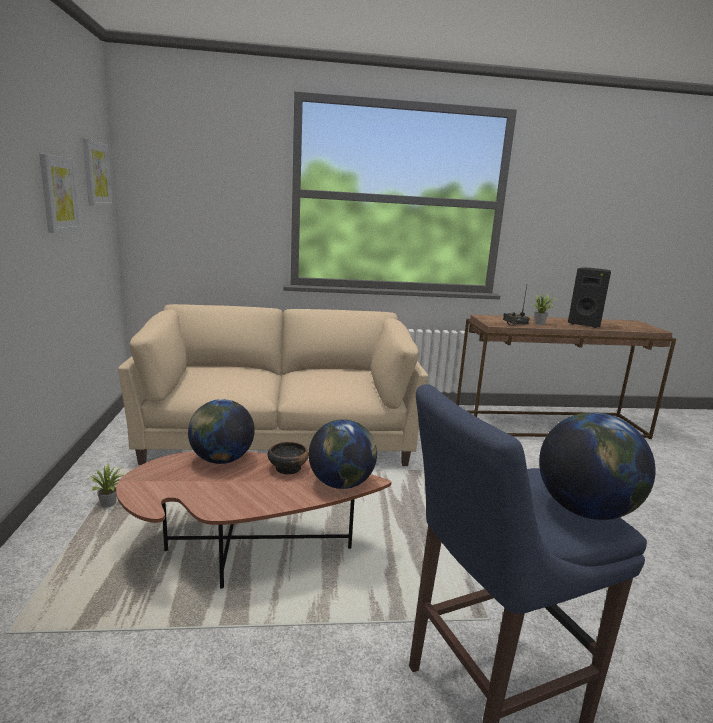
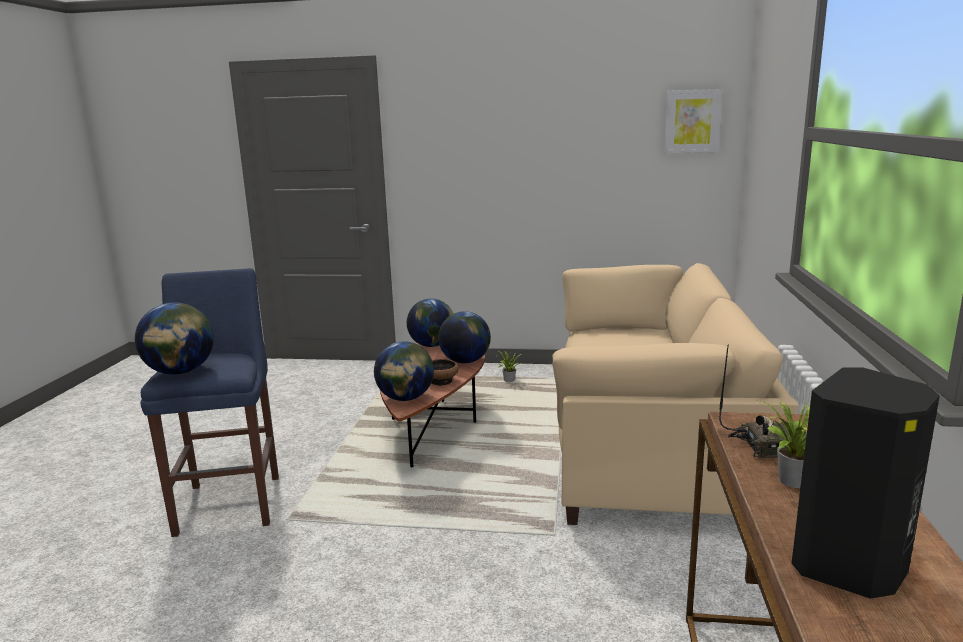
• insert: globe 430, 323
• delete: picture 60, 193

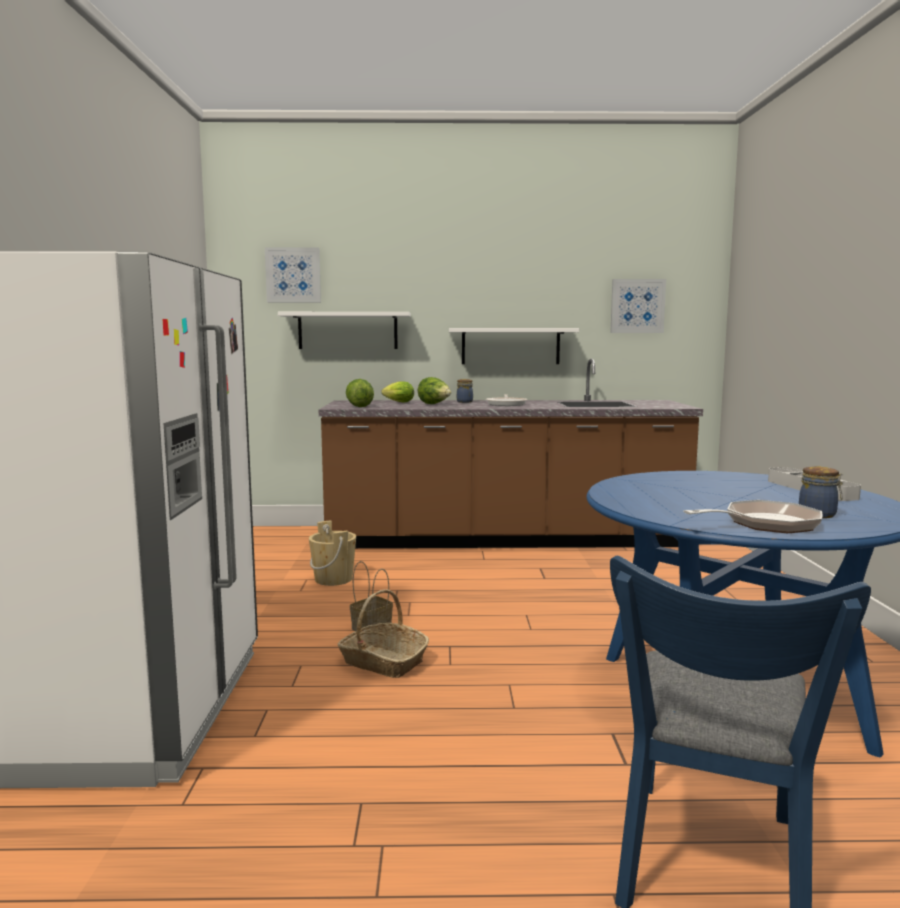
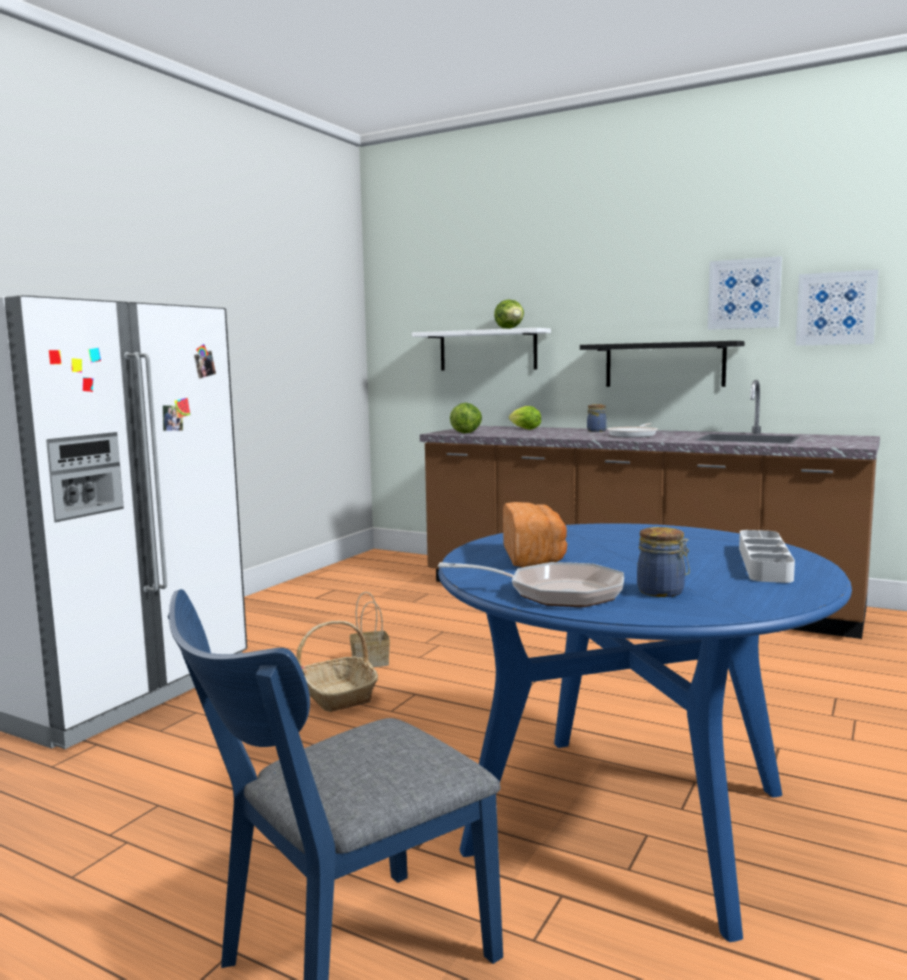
• move: lettuce 434, 390 to 509, 314
• insert: bread 535, 534
• recolor: white shelf 514, 346 to black shelf 662, 364
• move: picture 293, 275 to 745, 293
• delete: beige bucket 332, 553

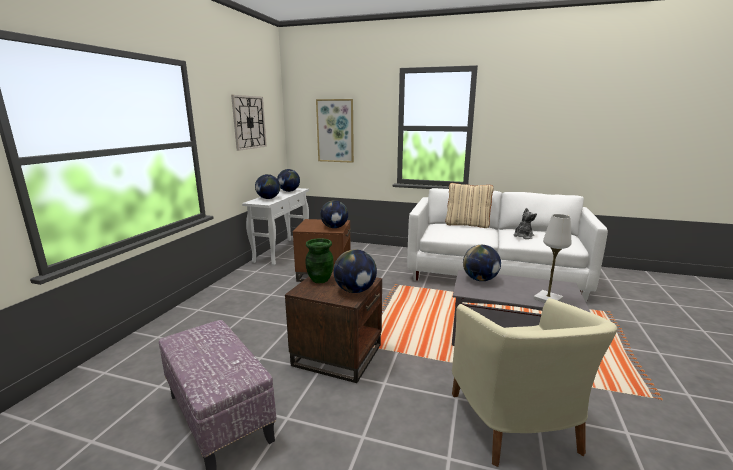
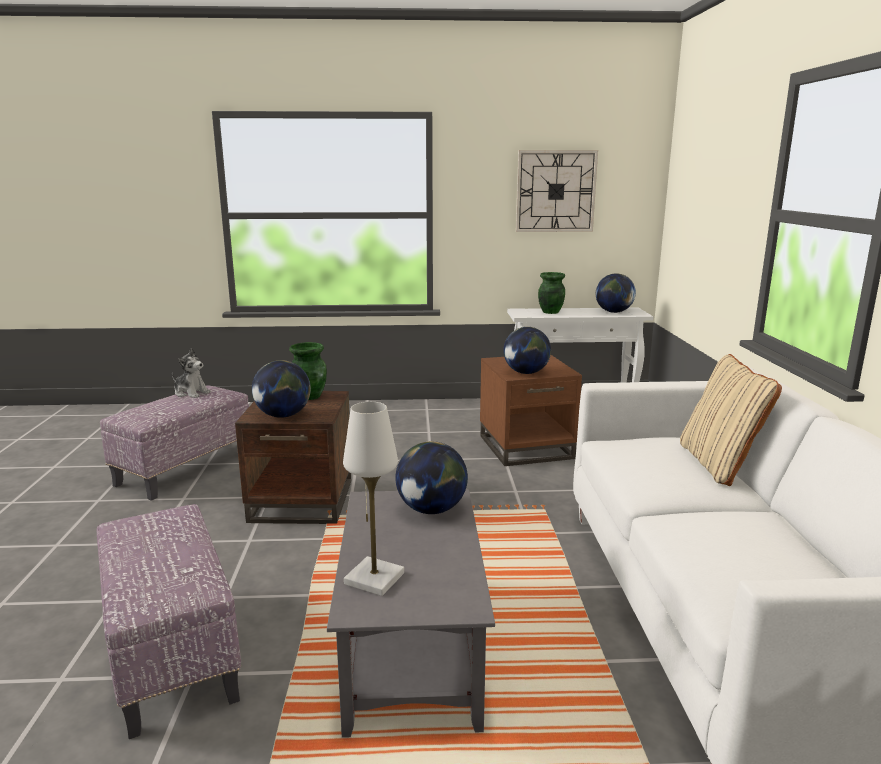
• replace: beige armchair 534, 382 to ottoman 169, 621
• move: plush toy 525, 223 to 191, 373
• replace: globe 267, 186 to green vase 551, 293
• delete: picture 335, 131

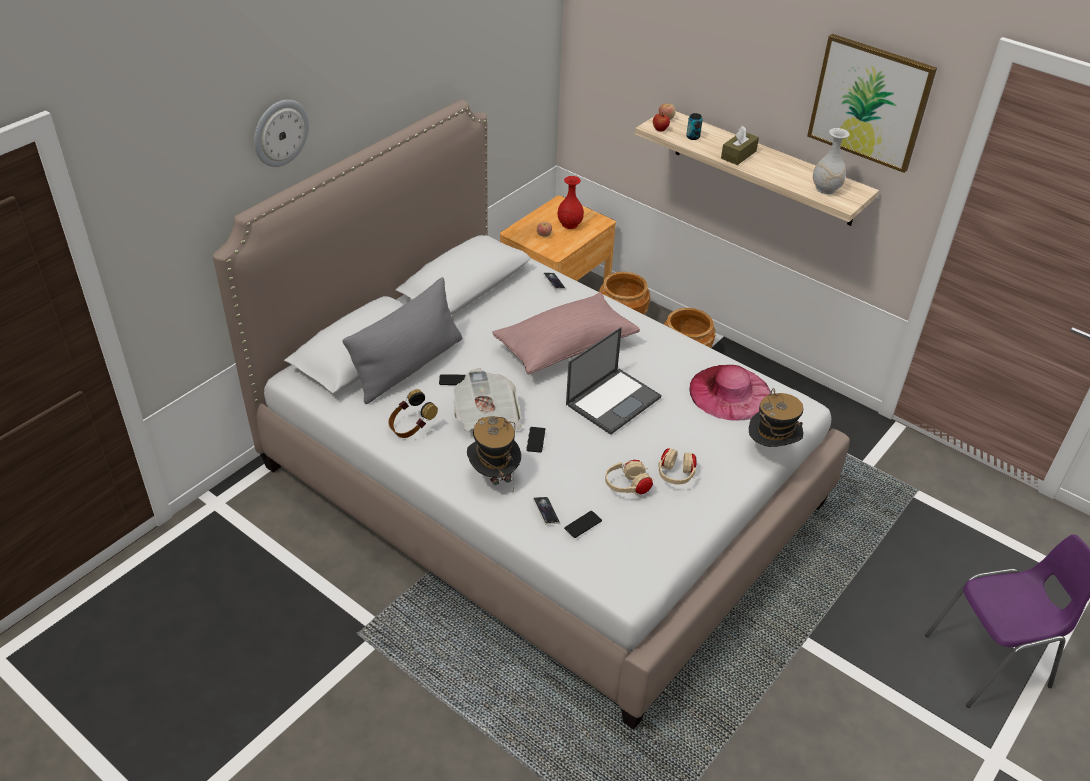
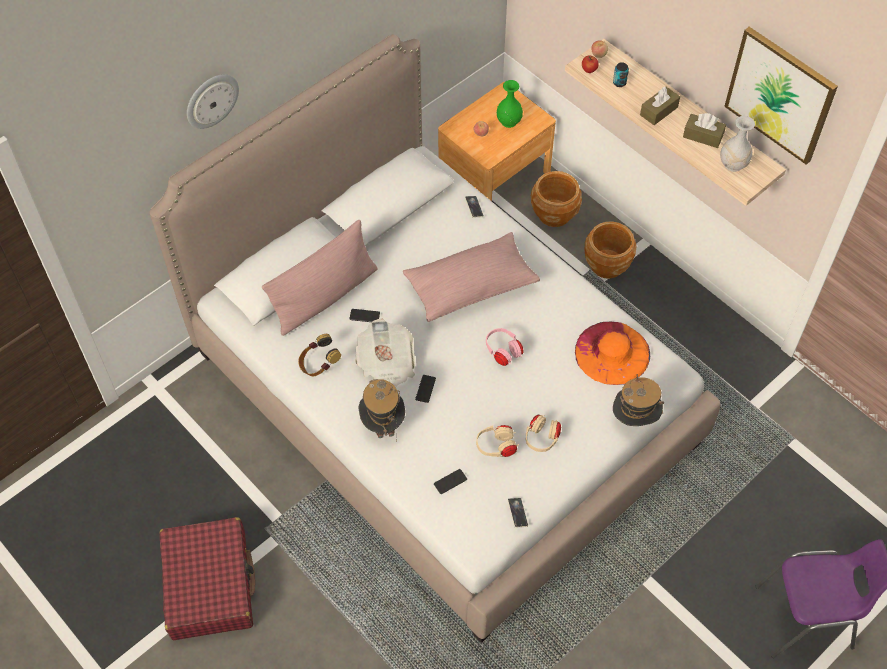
• insert: red suitcase 207, 578
• recolor: grey pillow 402, 340 to pink pillow 320, 278
• replace: laptop 613, 381 to pink headphones 504, 347
• recolor: red vase 571, 202 to green vase 510, 104
• move: phone 546, 510 to 517, 513
• recolor: pink hat 730, 393 to orange hat 612, 353
• insert: brown tissue box 704, 130

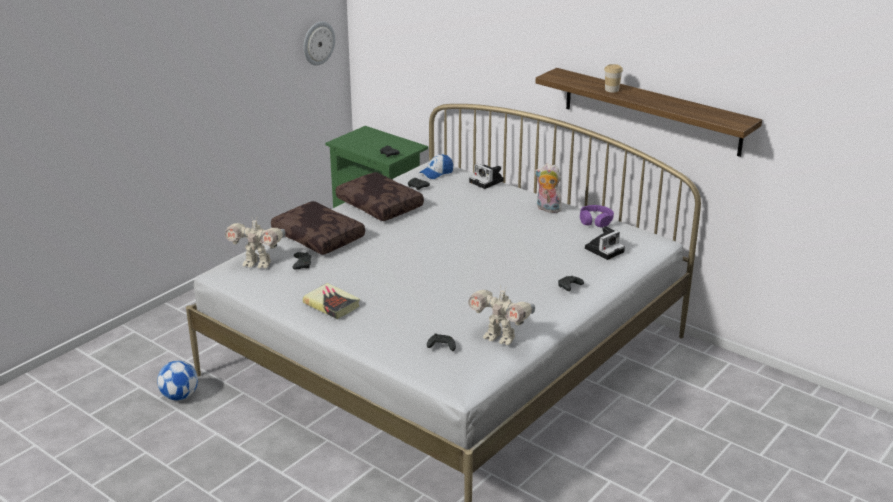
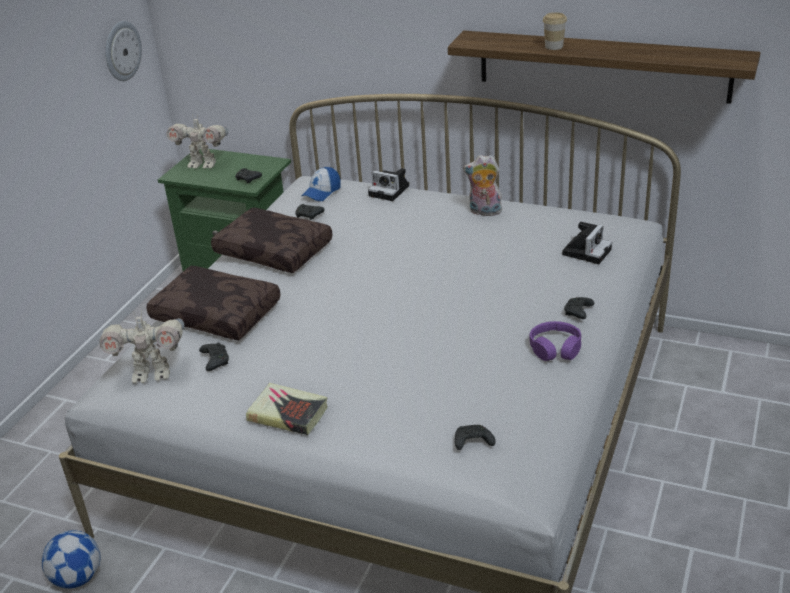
• move: toy robot 501, 315 to 197, 141
• move: purple headphones 597, 216 to 555, 341

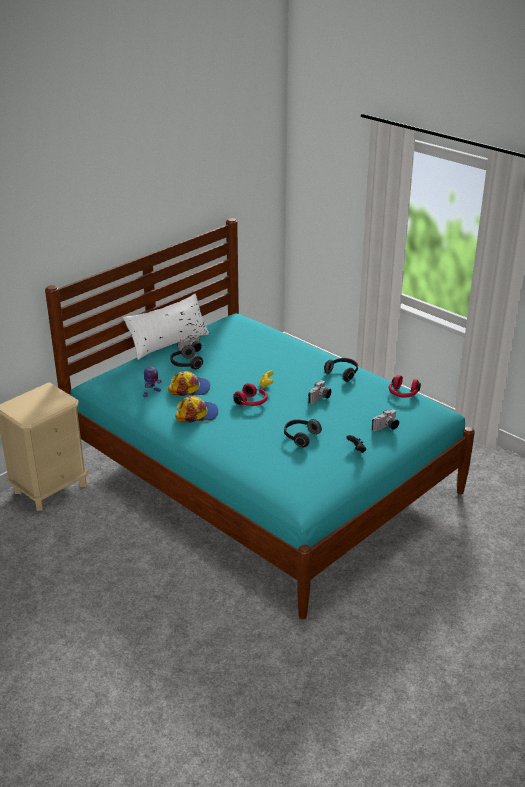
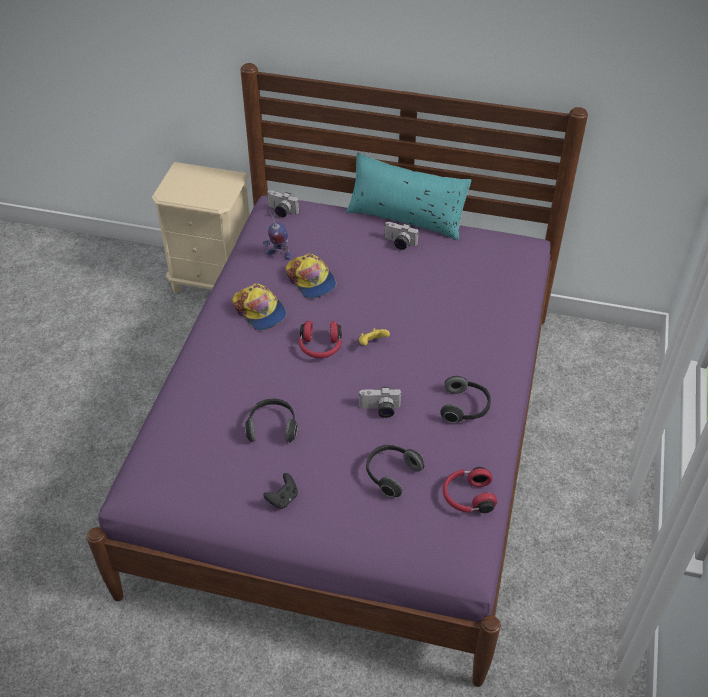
• recolor: turquoise bed 260, 418 to purple bed 337, 375
• move: photo camera 385, 420 to 283, 203
• recolor: white pillow 166, 327 to turquoise pillow 409, 196
• move: headphones 186, 357 to 395, 470

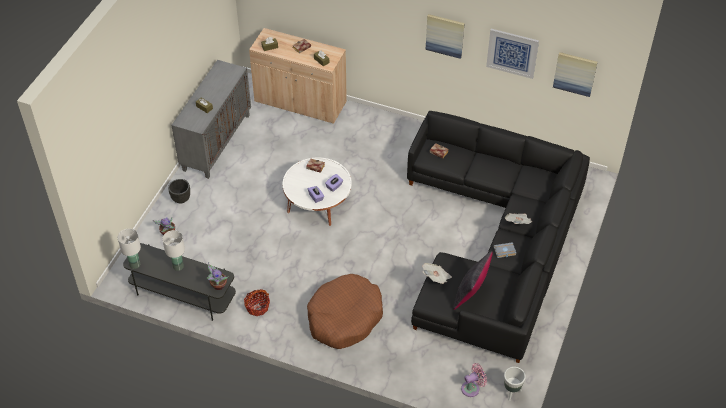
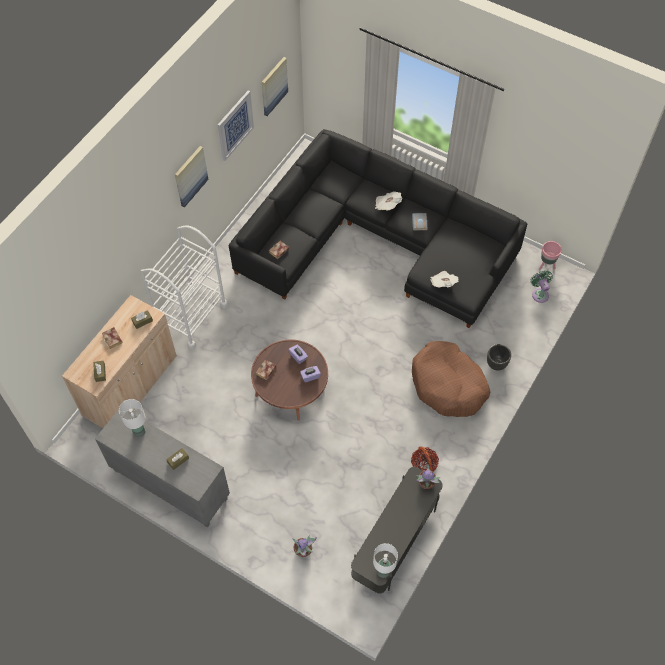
• move: white table lamp 173, 250 to 132, 418
• insert: white cart 184, 287
• recolor: white coffee table 317, 192 to brown coffee table 289, 380
• move: black planter 179, 191 to 499, 357
• recolor: pink fan 474, 380 to green fan 541, 287
• recolor: white planter 515, 384 to pink planter 550, 255
• delete: black pillow 473, 280

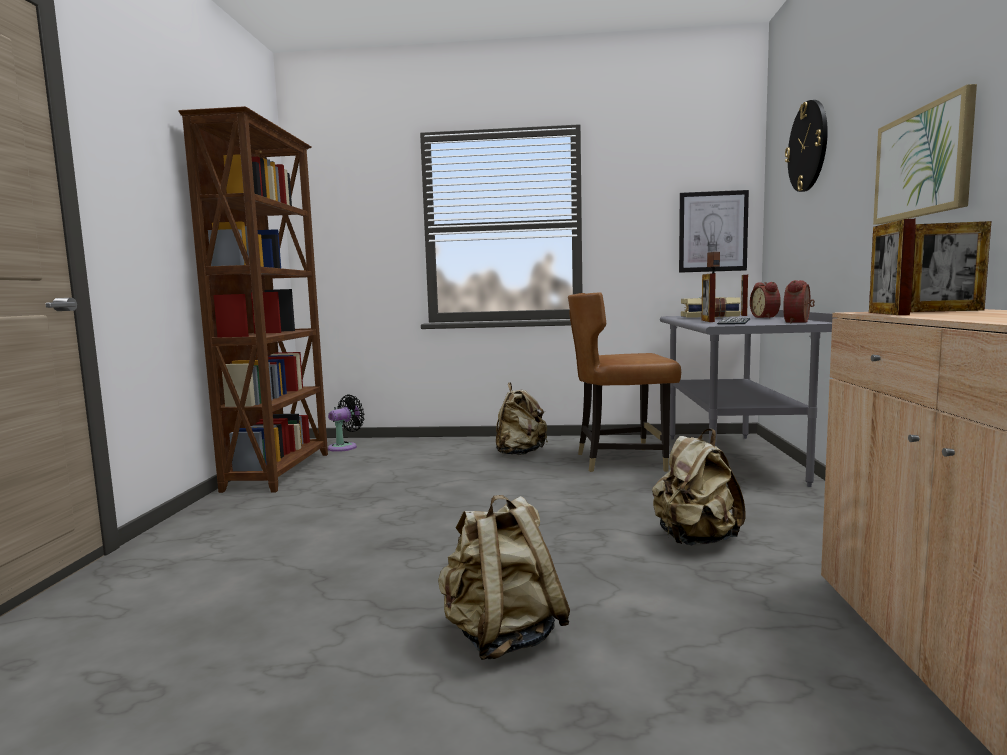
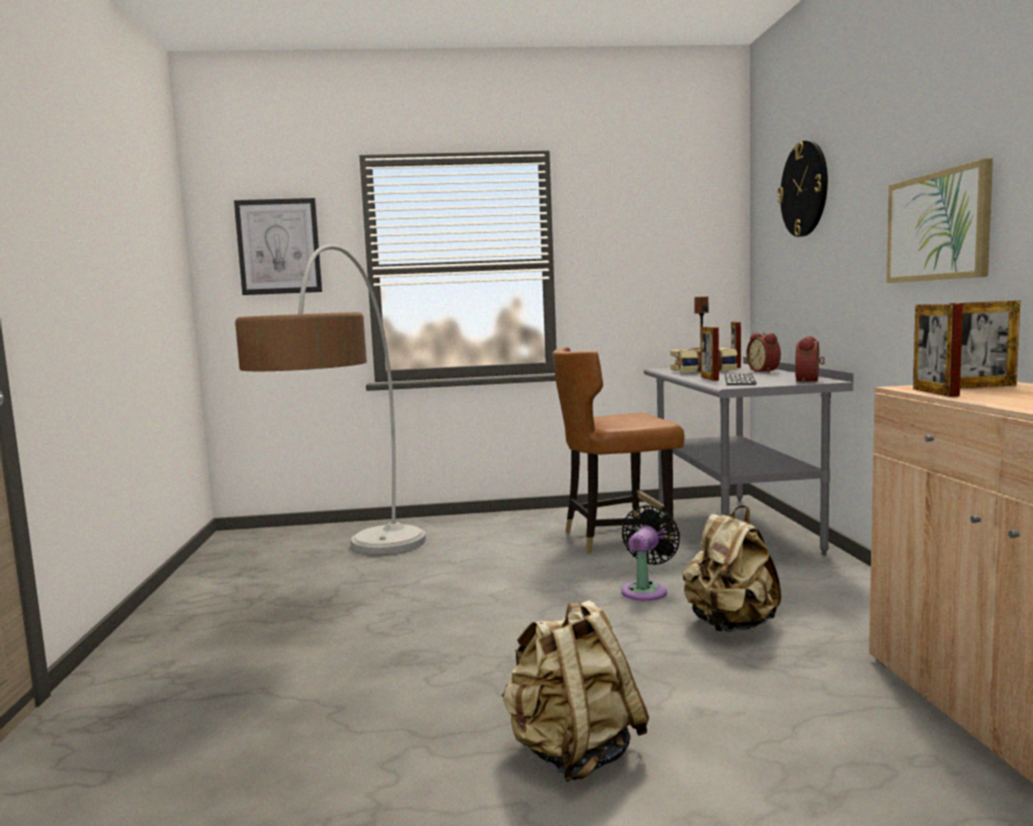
• move: picture 714, 231 to 278, 246
• insert: floor lamp 330, 400
• move: black fan 346, 423 to 650, 553
• delete: brown bookcase 253, 299
• delete: beige backpack 522, 418

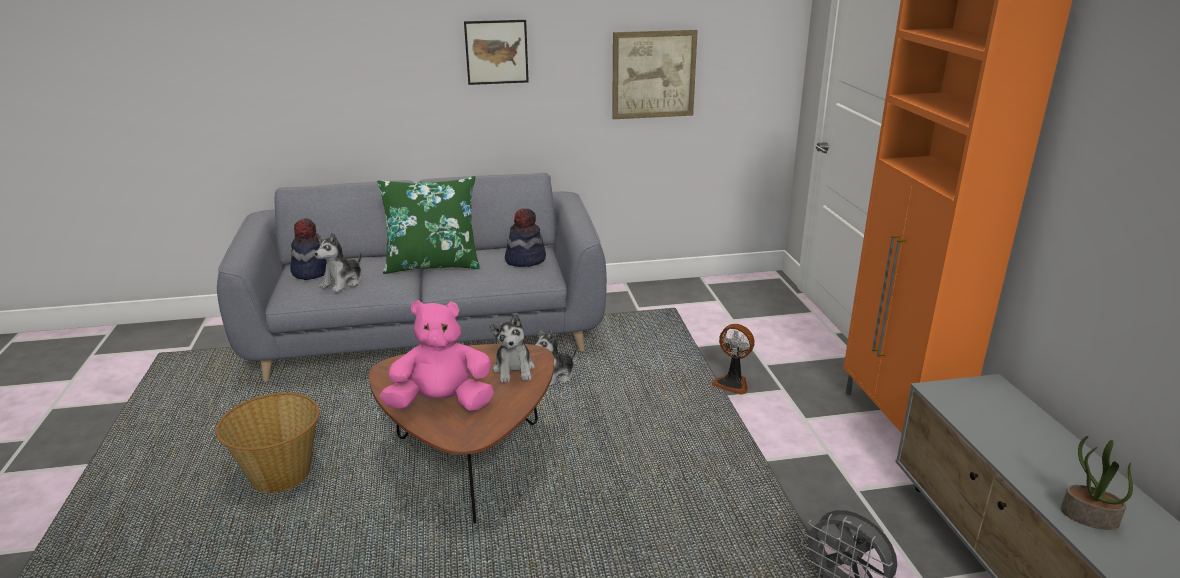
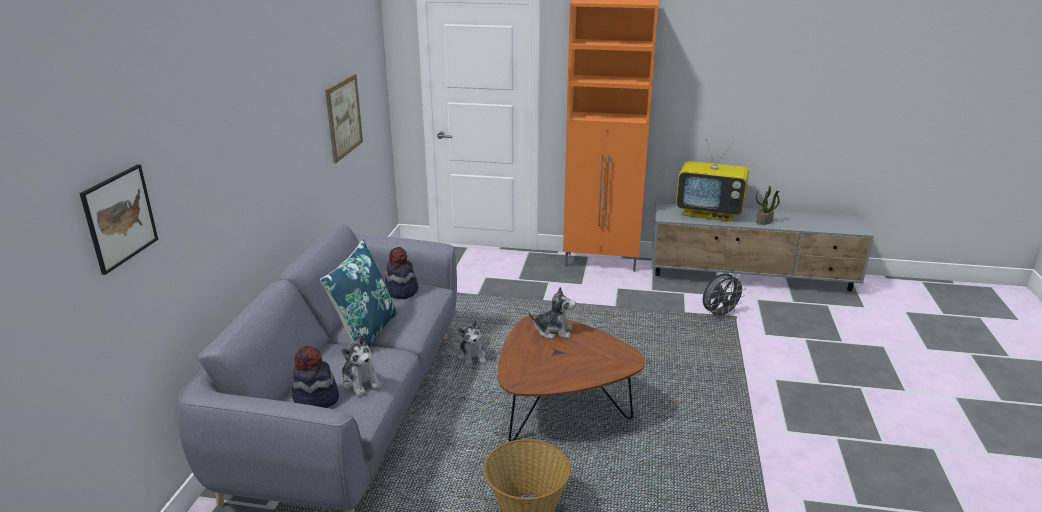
• move: picture 496, 52 to 118, 219
• recolor: green pillow 428, 225 to blue pillow 359, 293
• insert: television 712, 180
• delete: pink plush toy 437, 355
• delete: fan 733, 359

